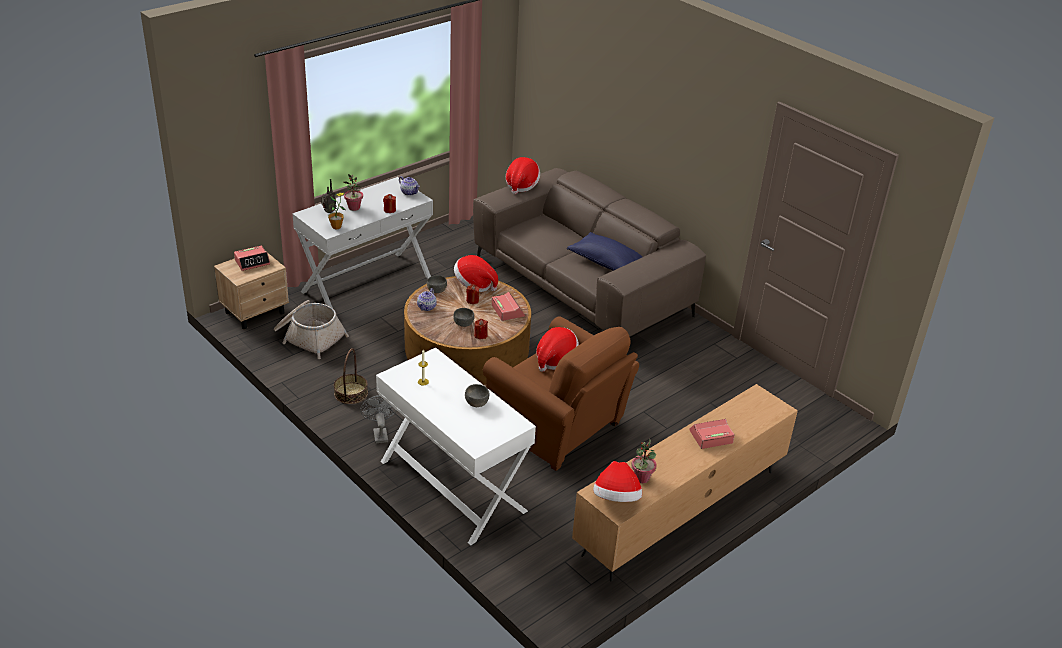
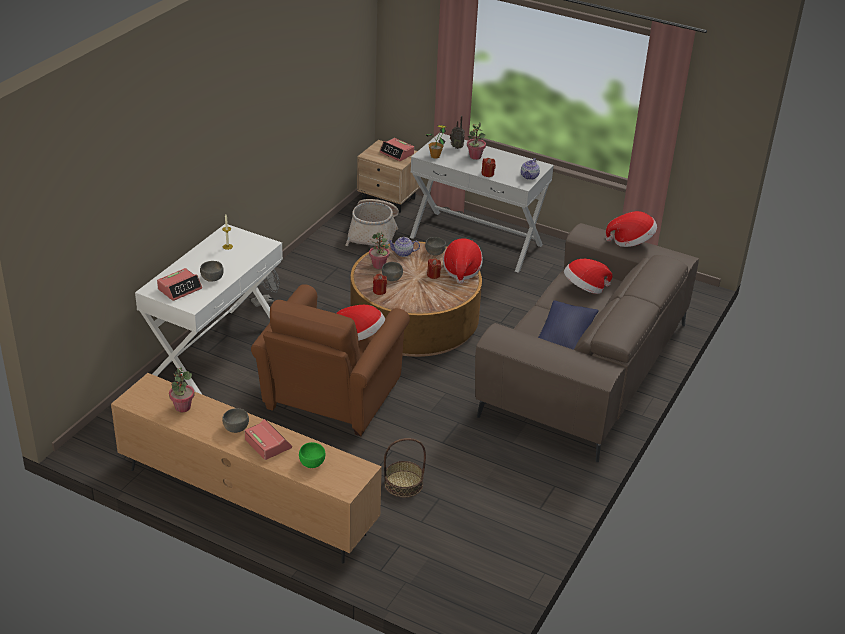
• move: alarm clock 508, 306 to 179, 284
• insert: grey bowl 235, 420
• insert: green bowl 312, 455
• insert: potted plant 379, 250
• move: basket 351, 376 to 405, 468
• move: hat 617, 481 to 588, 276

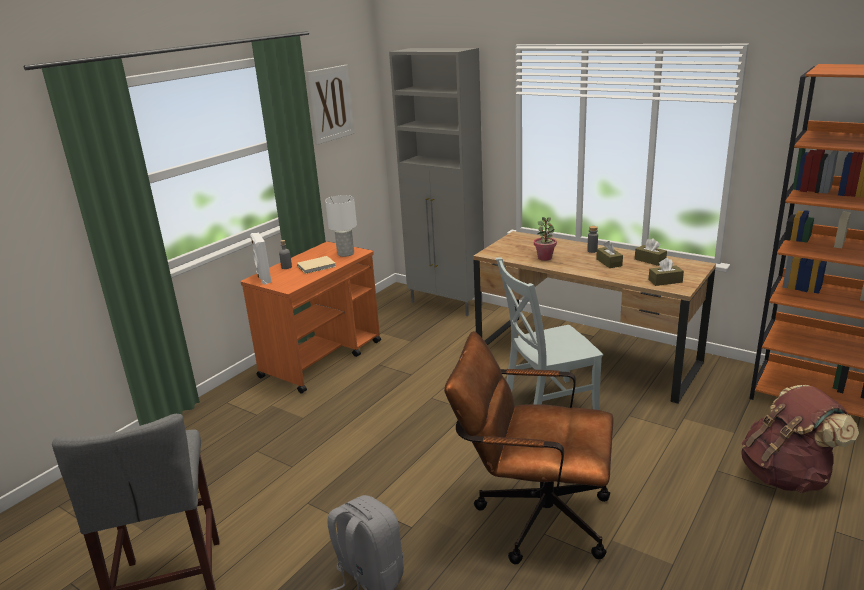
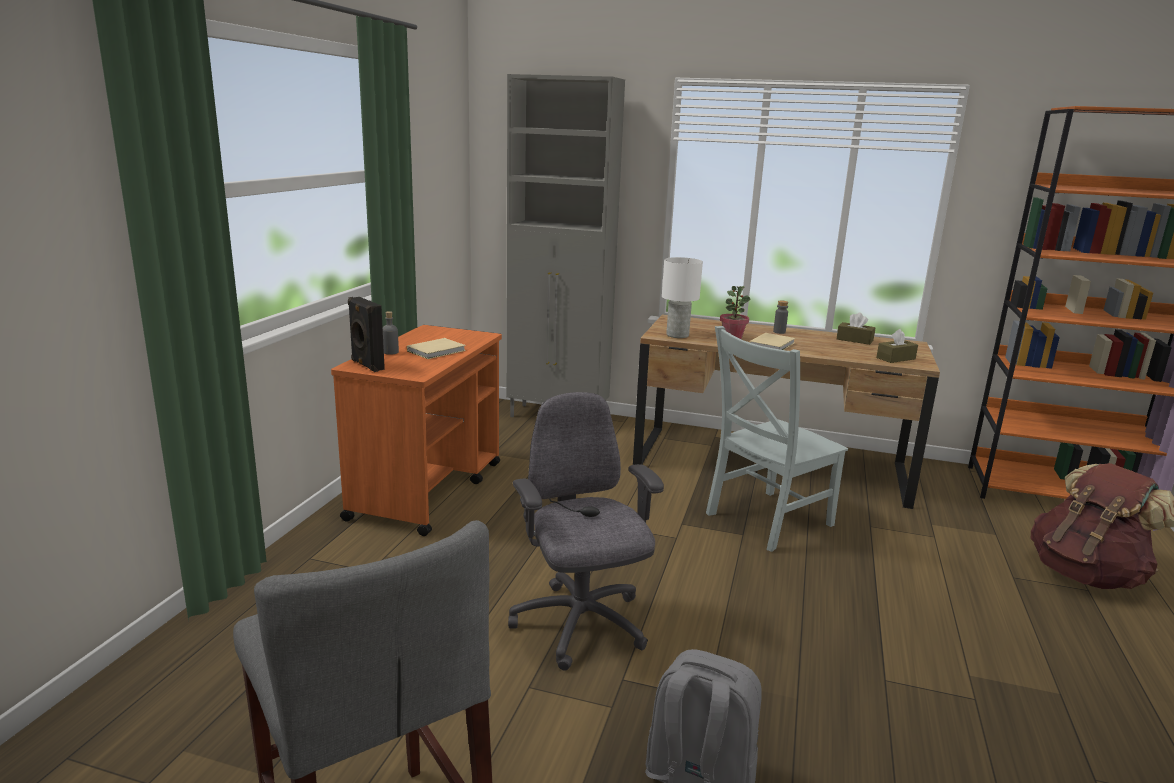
• recolor: white speaker 261, 259 to black speaker 366, 334
• insert: grey office chair 586, 531
• move: white table lamp 341, 226 to 682, 297
• insert: beige book 772, 341
• delete: picture 330, 105
• delete: brown office chair 529, 447
• delete: brown tissue box 609, 254

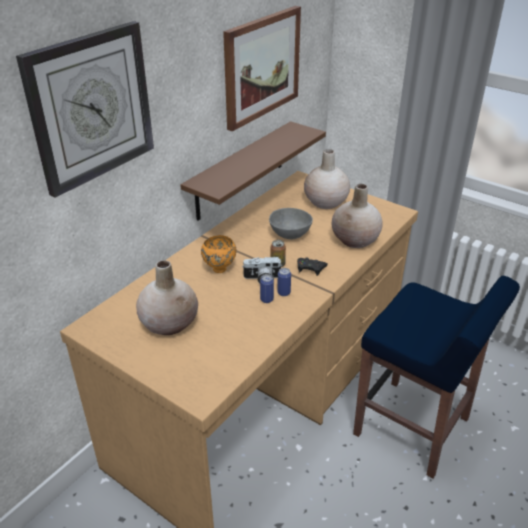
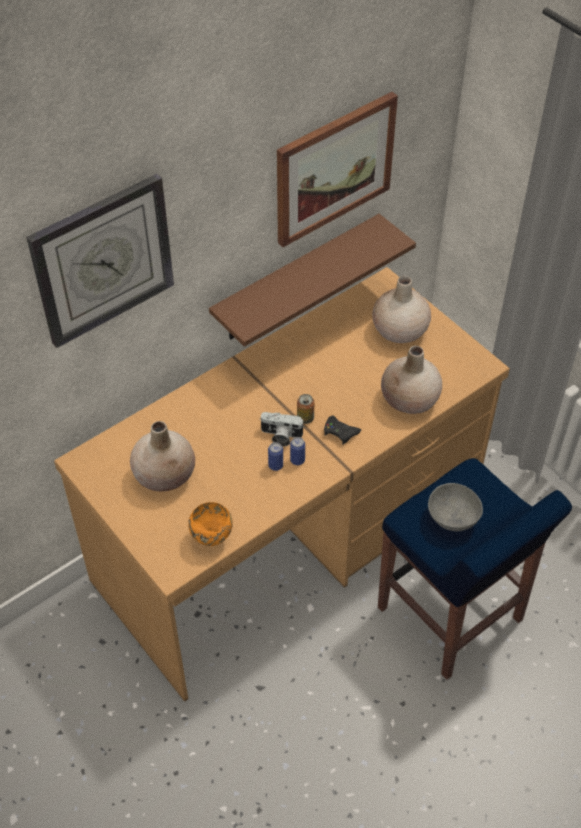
• move: orange bowl 218, 254 to 210, 524
• move: grey bowl 291, 223 to 455, 507

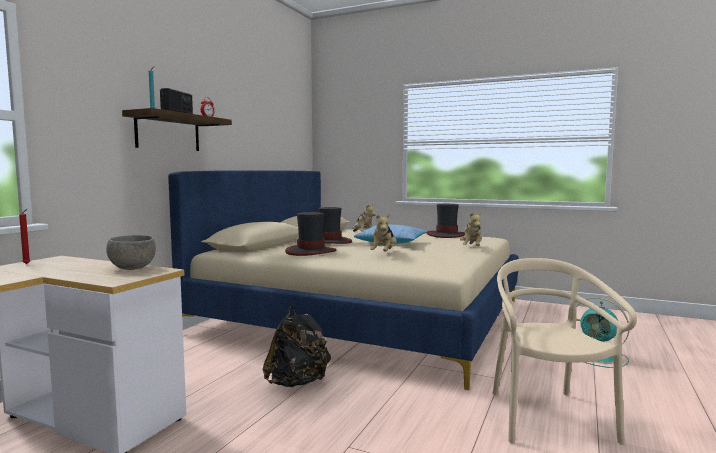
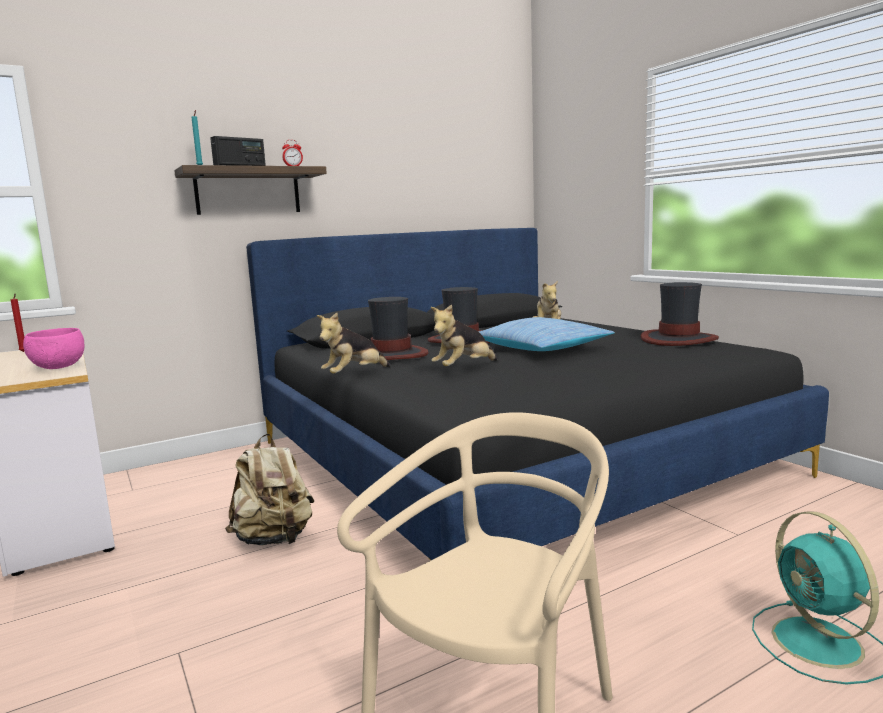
• recolor: grey bowl 131, 252 to pink bowl 54, 348
• recolor: black backpack 297, 346 to beige backpack 269, 489
• recolor: beige bed 343, 280 to black bed 537, 394
• move: plush toy 471, 228 to 353, 343

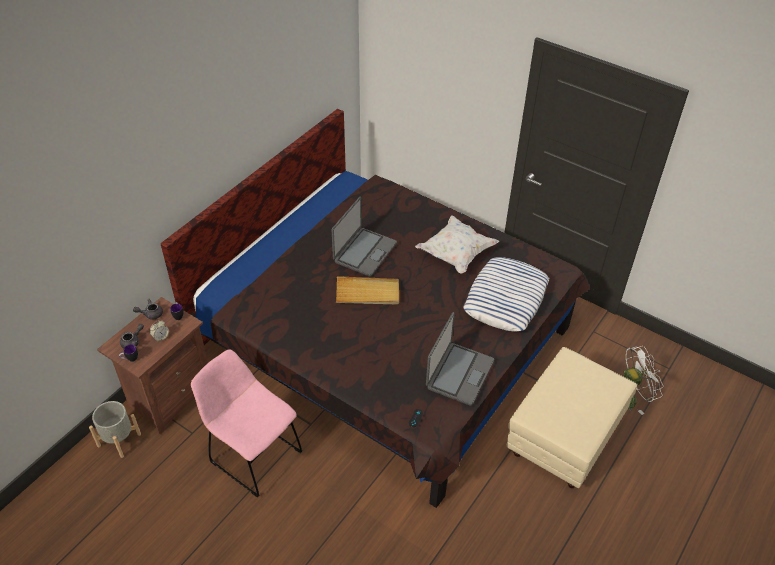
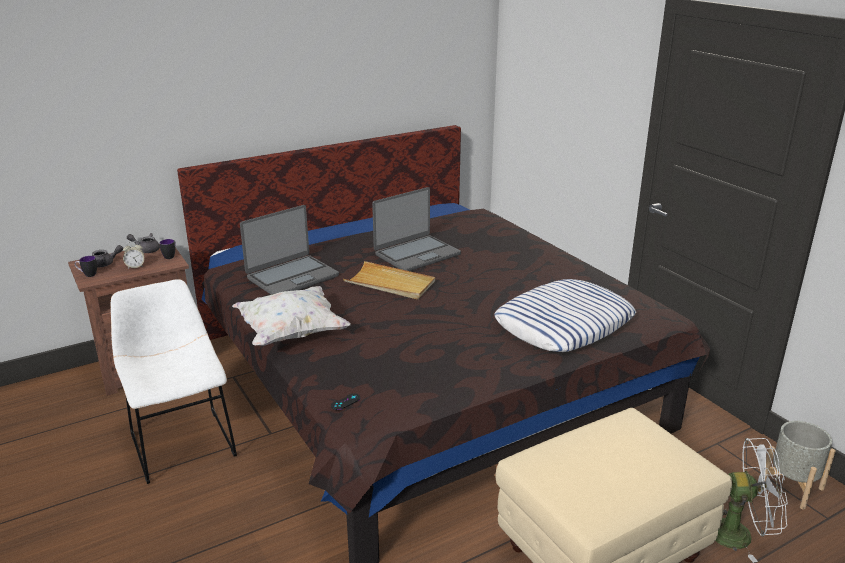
• recolor: pink chair 246, 423 to white chair 173, 381
• move: white pillow 457, 244 to 291, 316
• move: laptop 460, 359 to 289, 250
• move: grey planter 115, 429 to 800, 465

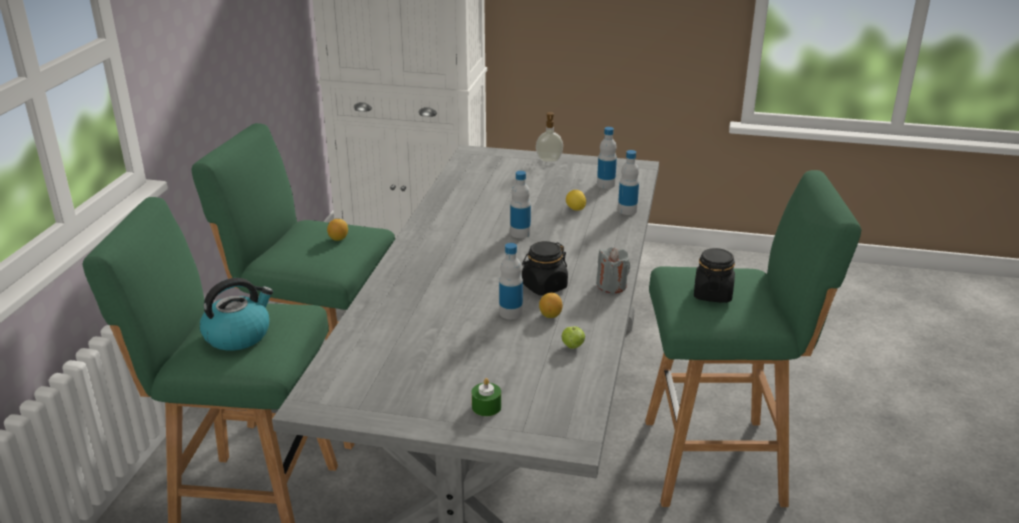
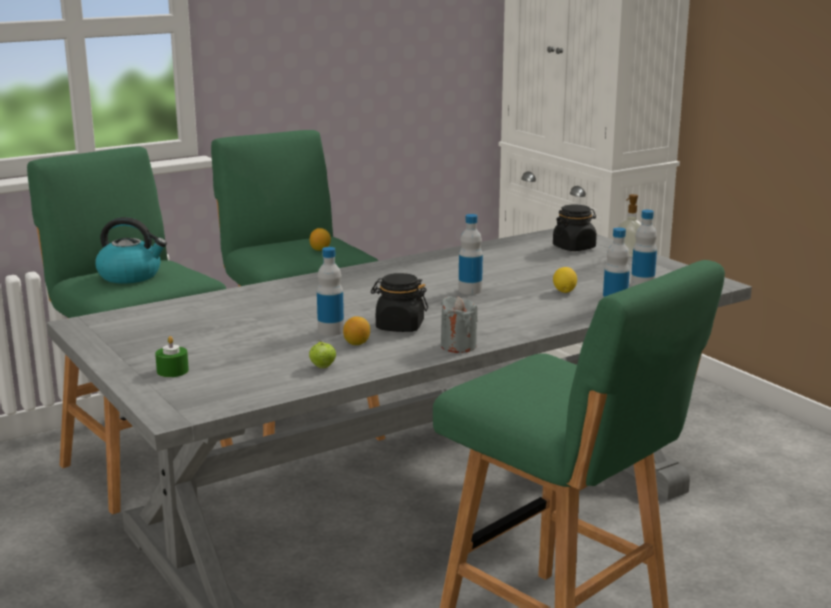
• move: black jar 714, 275 to 575, 228

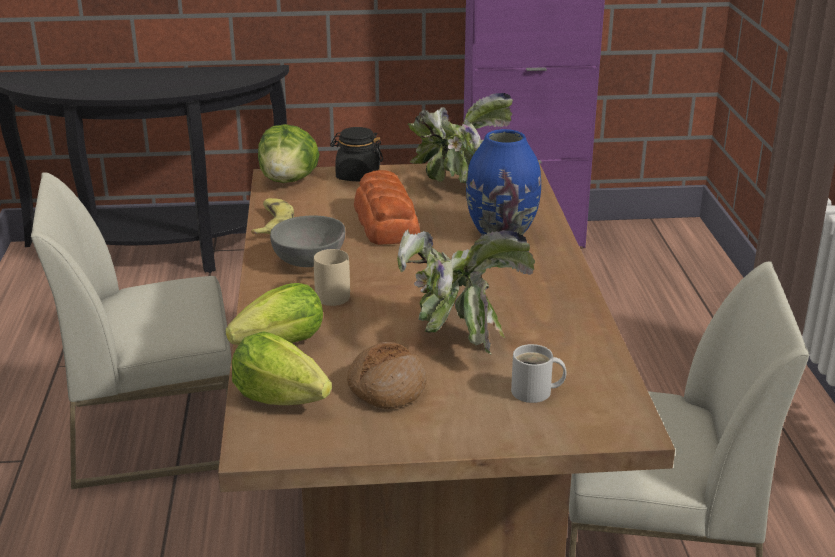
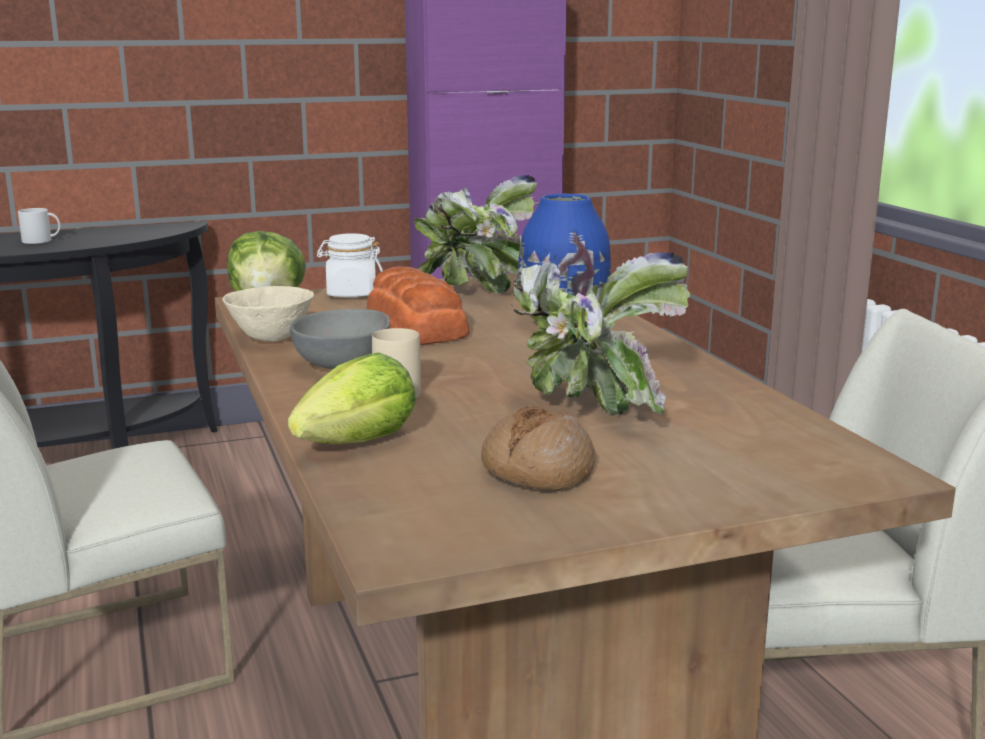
• move: white mug 539, 373 to 39, 226
• replace: banana 272, 216 to beige bowl 268, 314
• recolor: black jar 356, 154 to white jar 350, 266
• delete: lettuce 282, 368

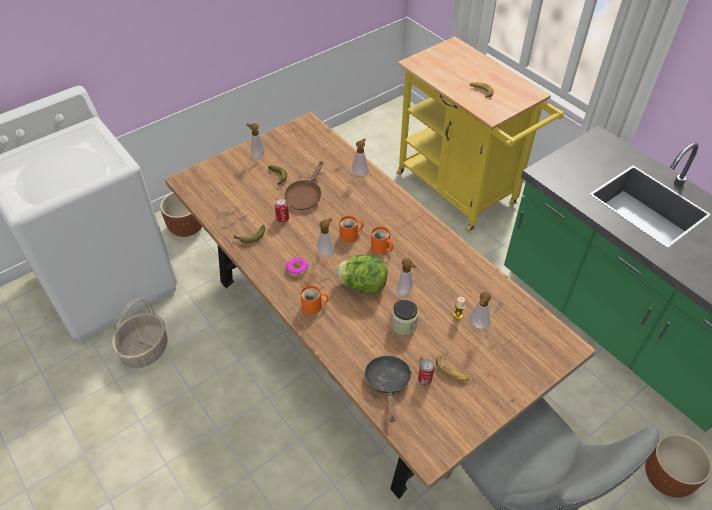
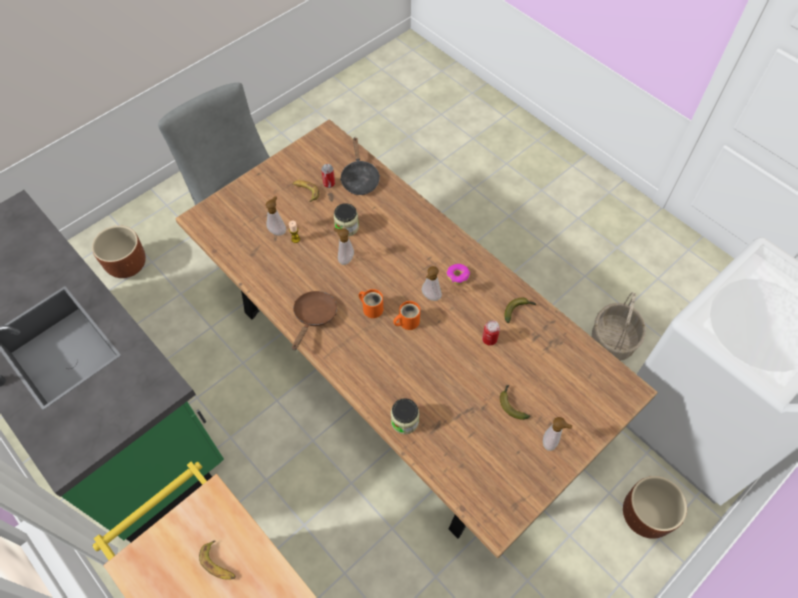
• move: brown frying pan 304, 186 to 314, 320
• replace: soap dispenser 360, 157 to jar 405, 416
• delete: orange mug 315, 300
• delete: lettuce 362, 274

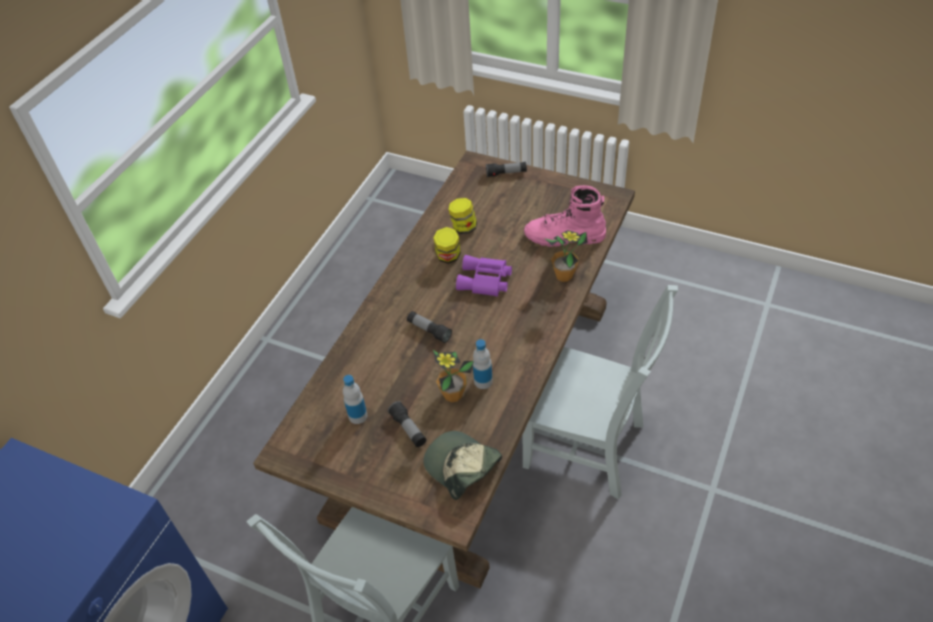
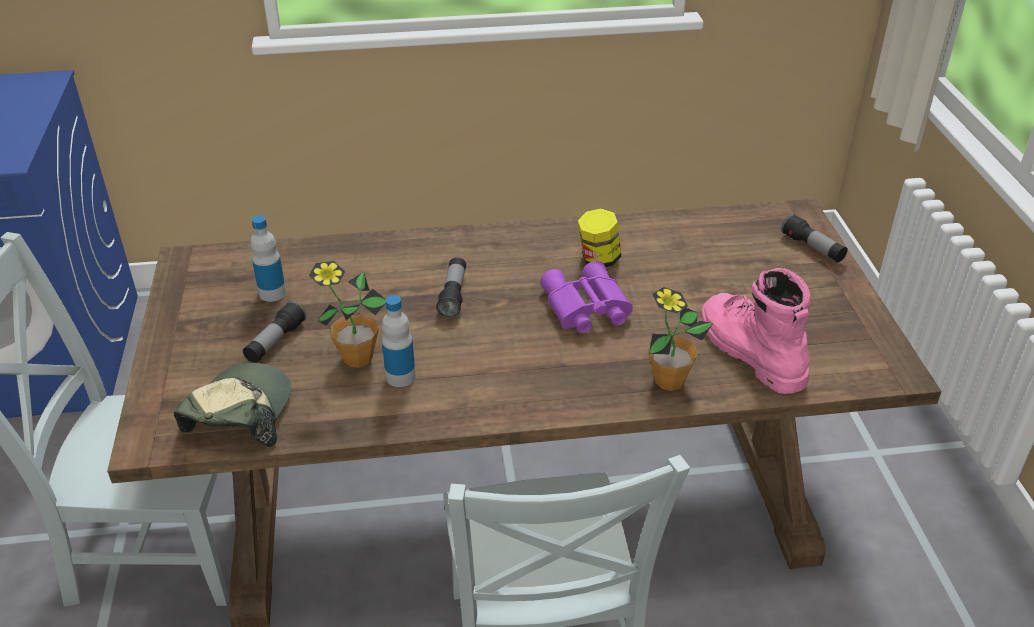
• delete: jar 462, 216

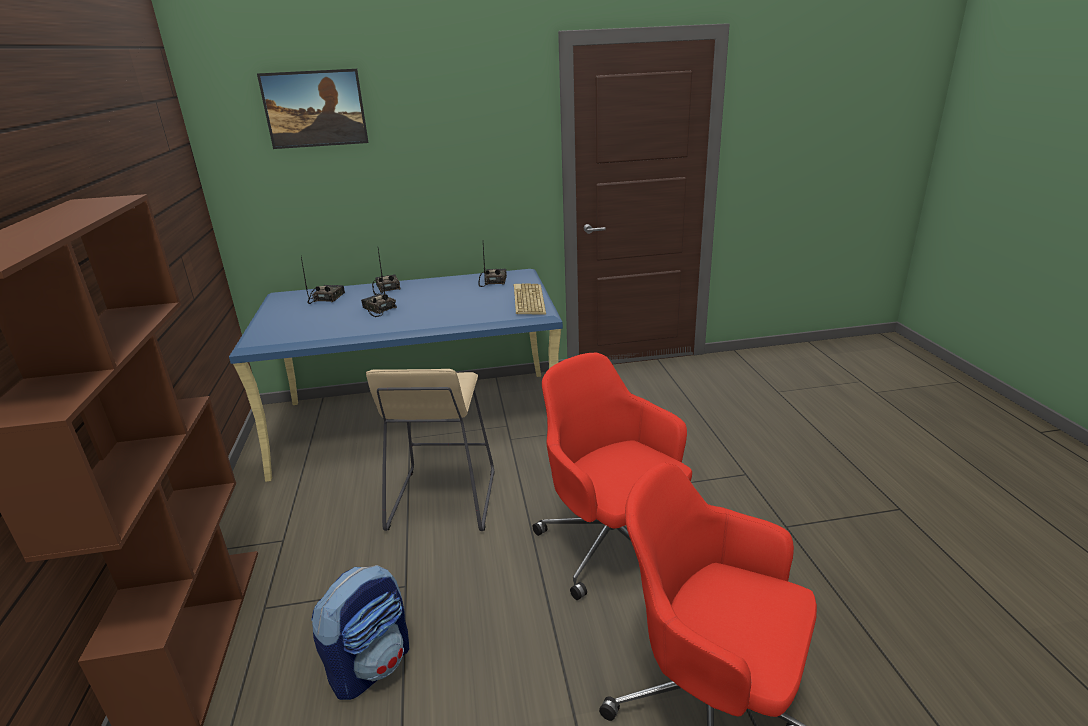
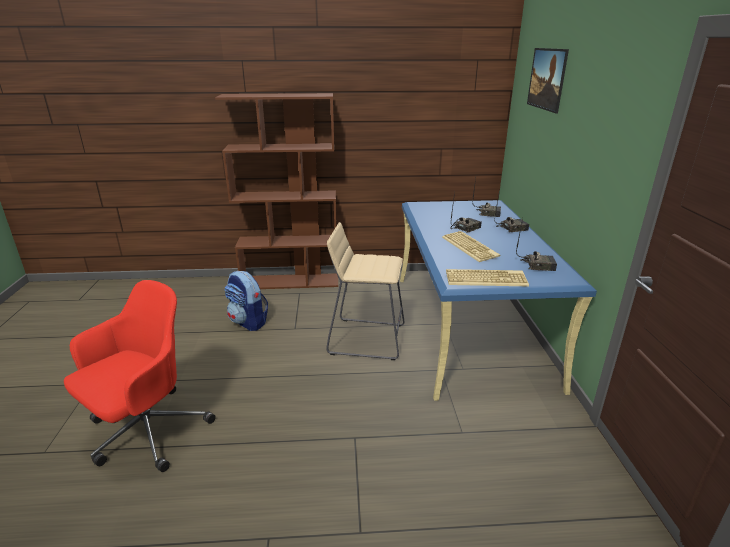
• insert: keyboard 471, 246
• delete: red office chair 612, 476

